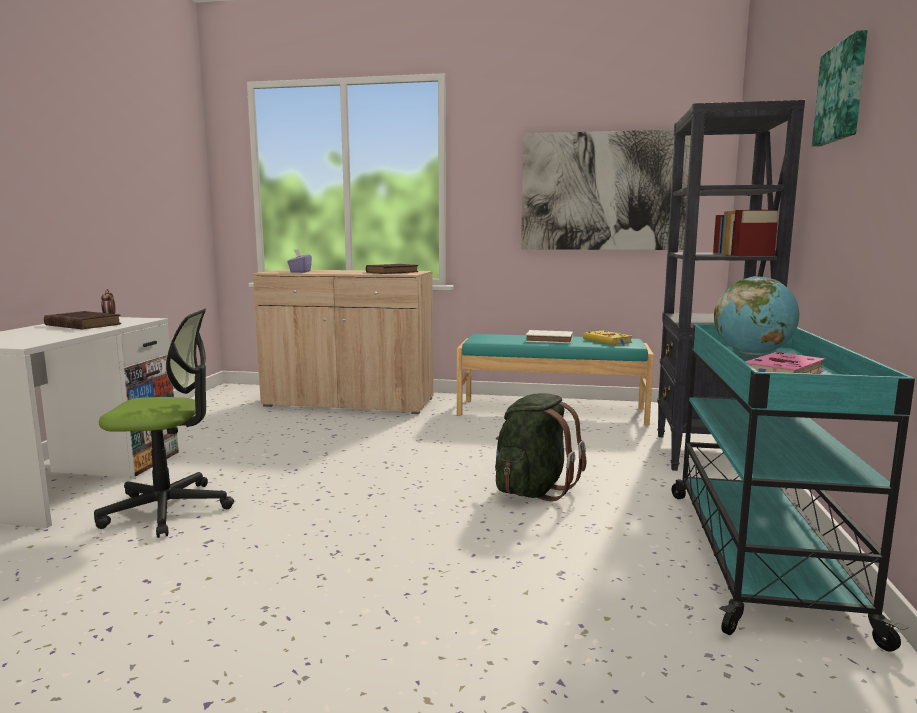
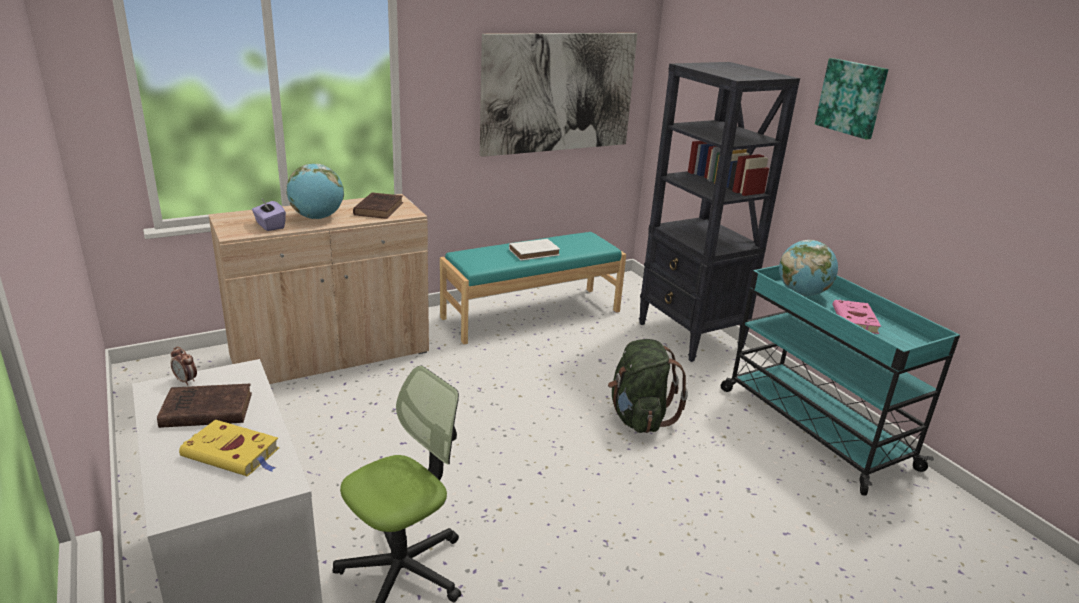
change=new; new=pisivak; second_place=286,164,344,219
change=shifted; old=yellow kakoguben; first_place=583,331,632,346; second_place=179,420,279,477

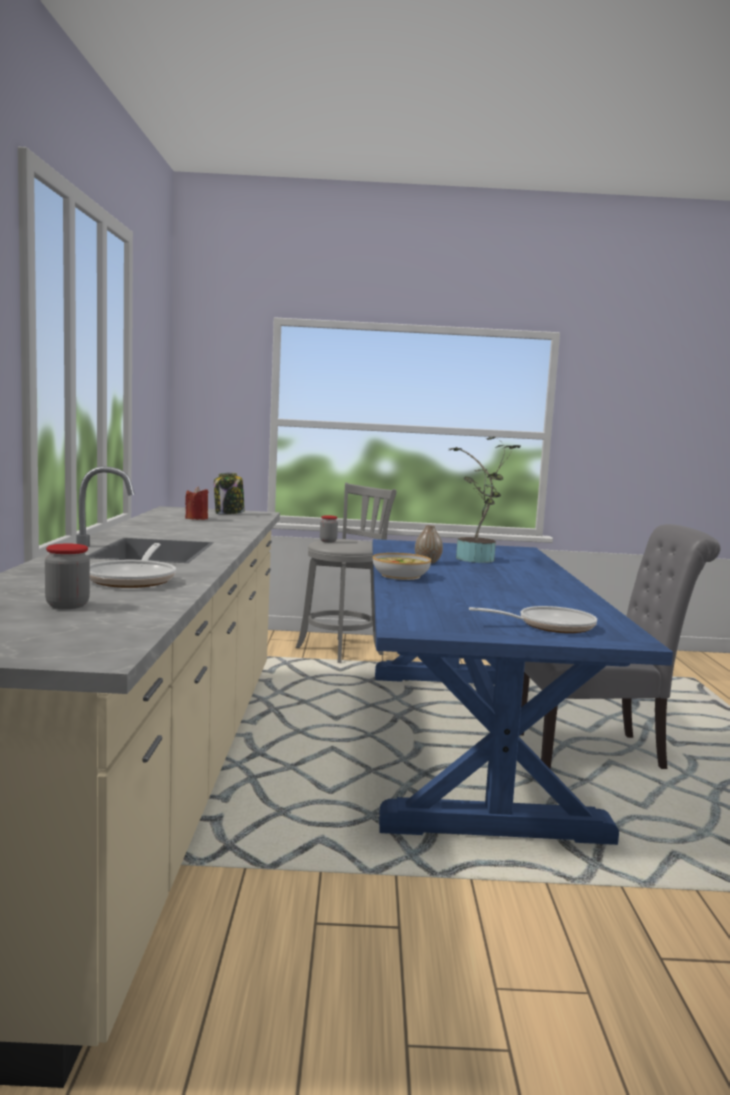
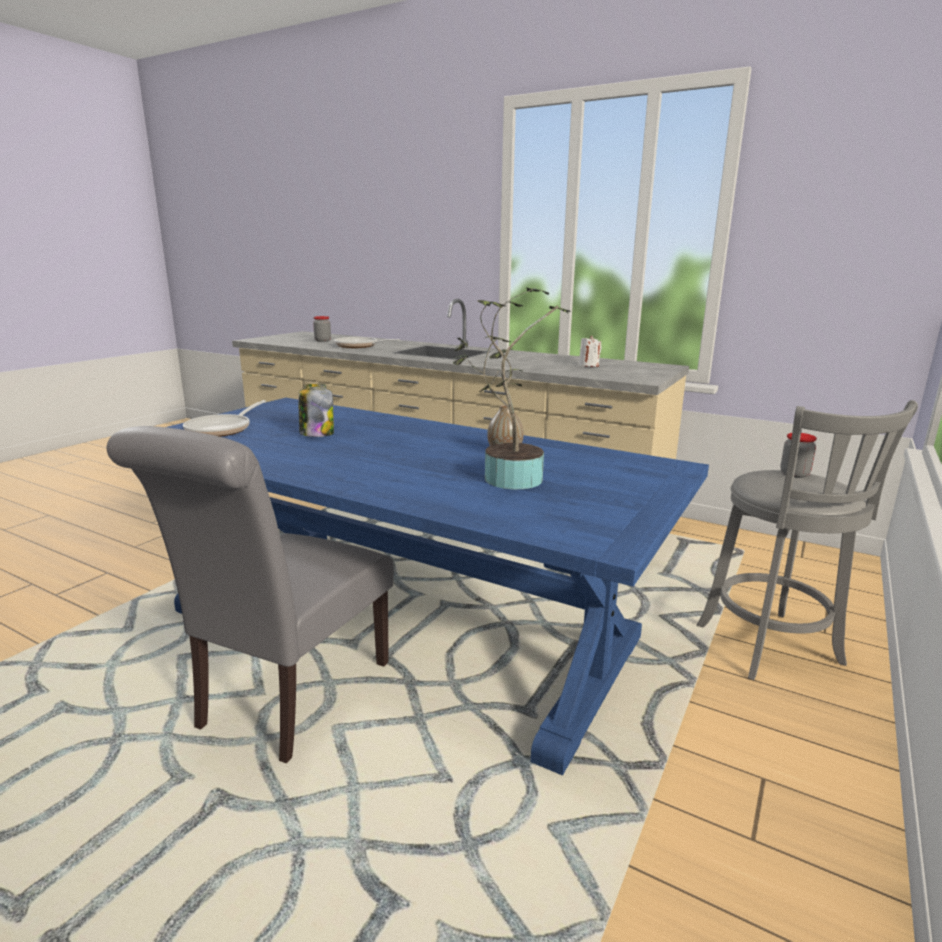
change=gone; old=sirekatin; first_place=373,553,431,580
change=shifted; old=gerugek; first_place=214,473,245,514; second_place=298,384,334,437
change=repainted; old=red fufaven; new=white fufaven; first_place=185,486,208,520; second_place=579,336,602,367

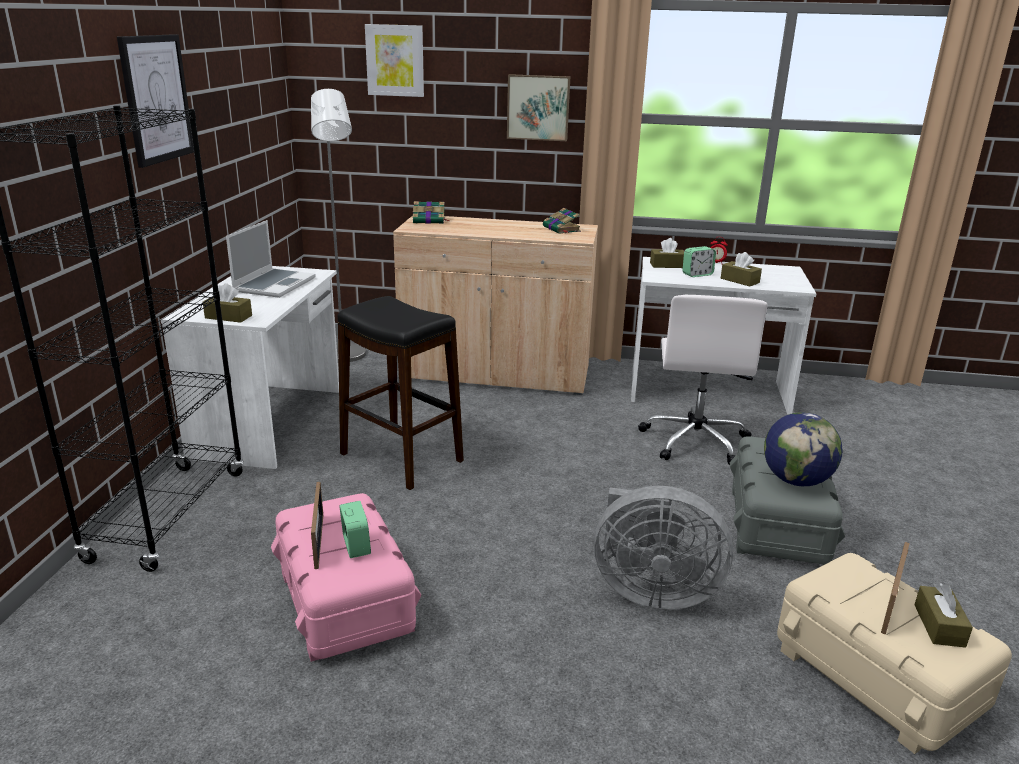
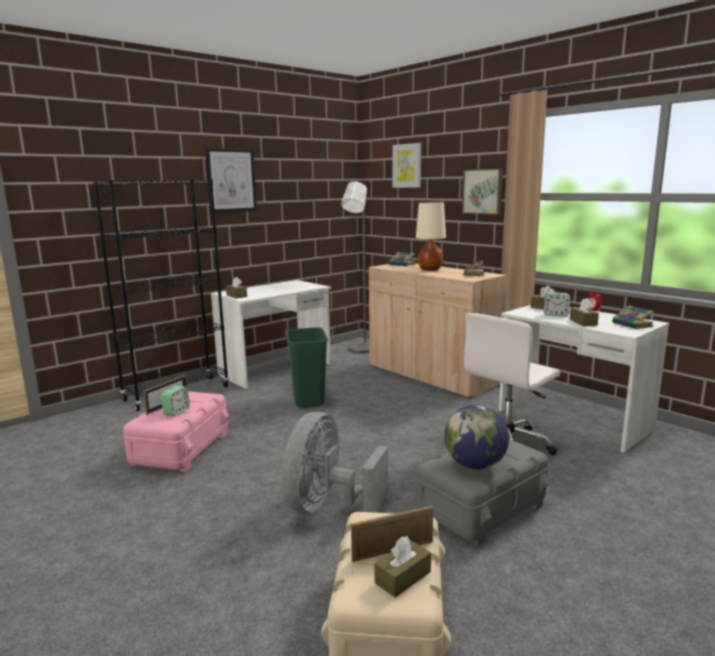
change=gone; old=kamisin; first_place=226,220,316,298
change=new; new=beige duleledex; second_place=416,202,446,271
change=new; new=kakoguben; second_place=612,305,654,329
change=swapped; old=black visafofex; new=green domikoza; first_place=338,296,464,490; second_place=285,327,328,408
change=rotated; old=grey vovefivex; first_place=594,486,734,610; second_place=282,412,388,514; degrees=60

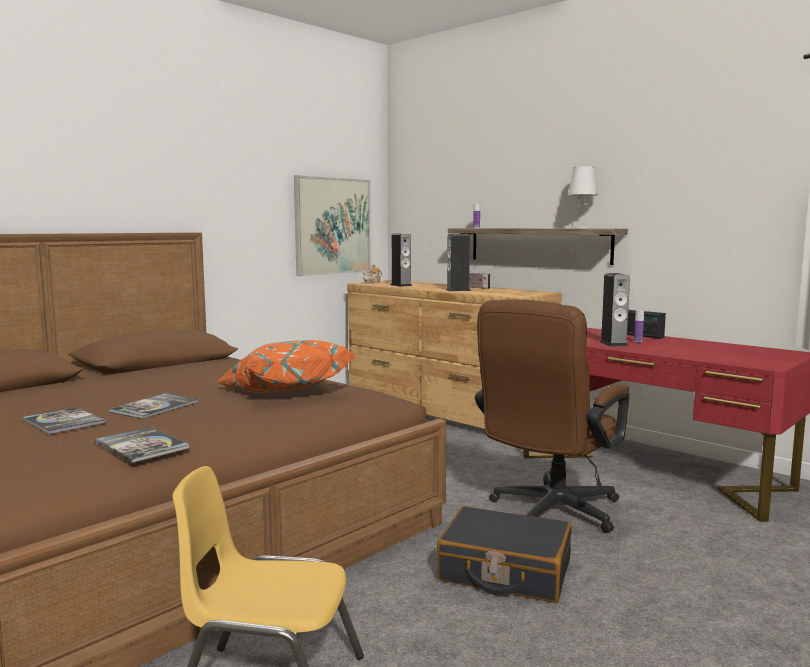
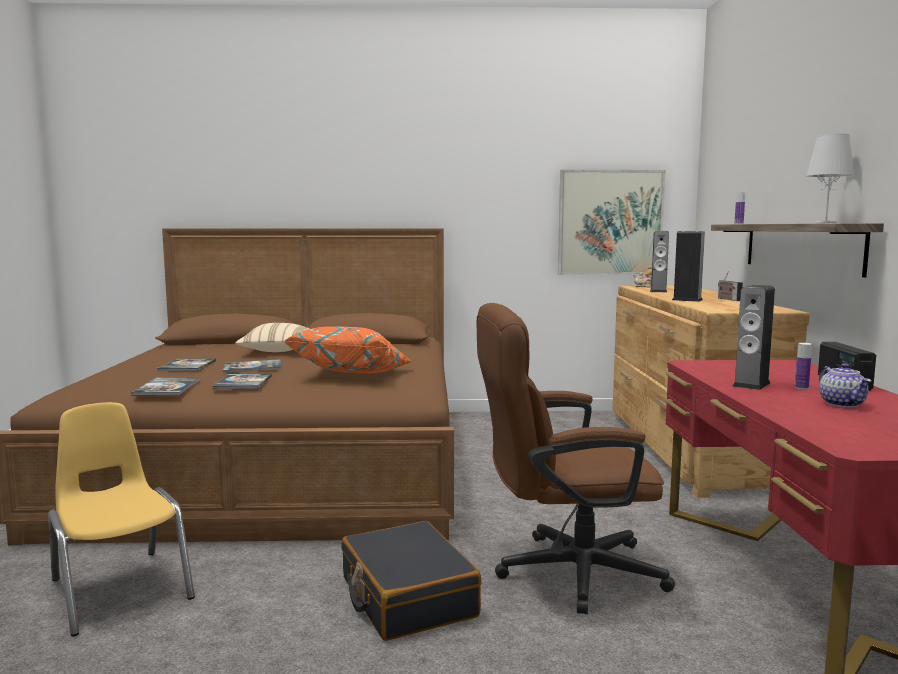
change=new; new=kakoguben; second_place=213,374,272,389
change=new; new=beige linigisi; second_place=235,323,309,352
change=new; new=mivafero; second_place=819,363,872,408

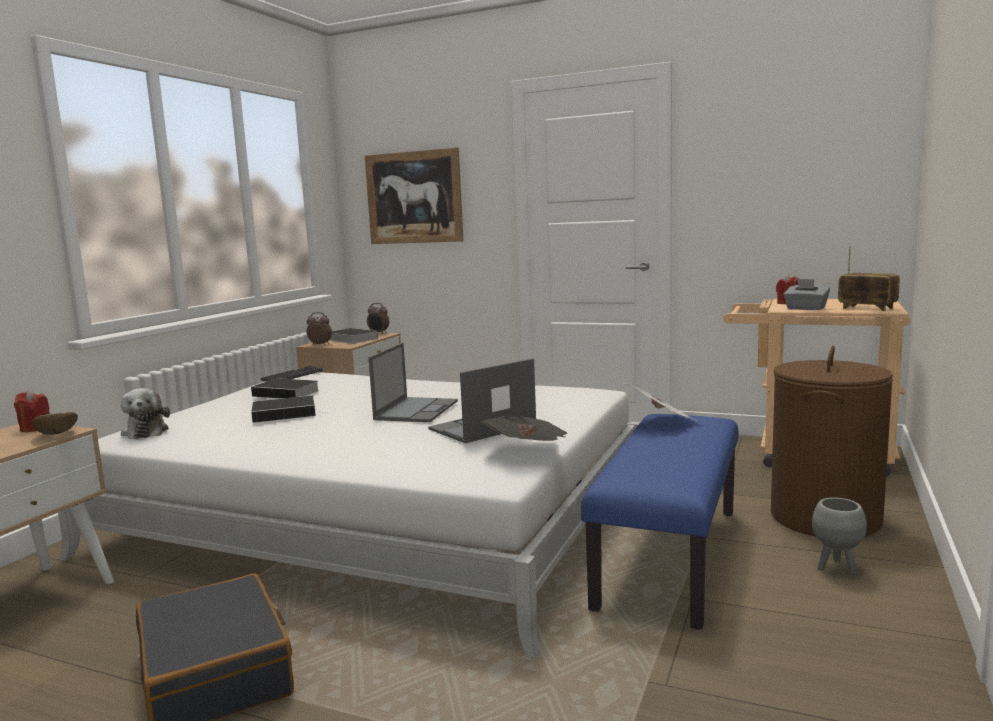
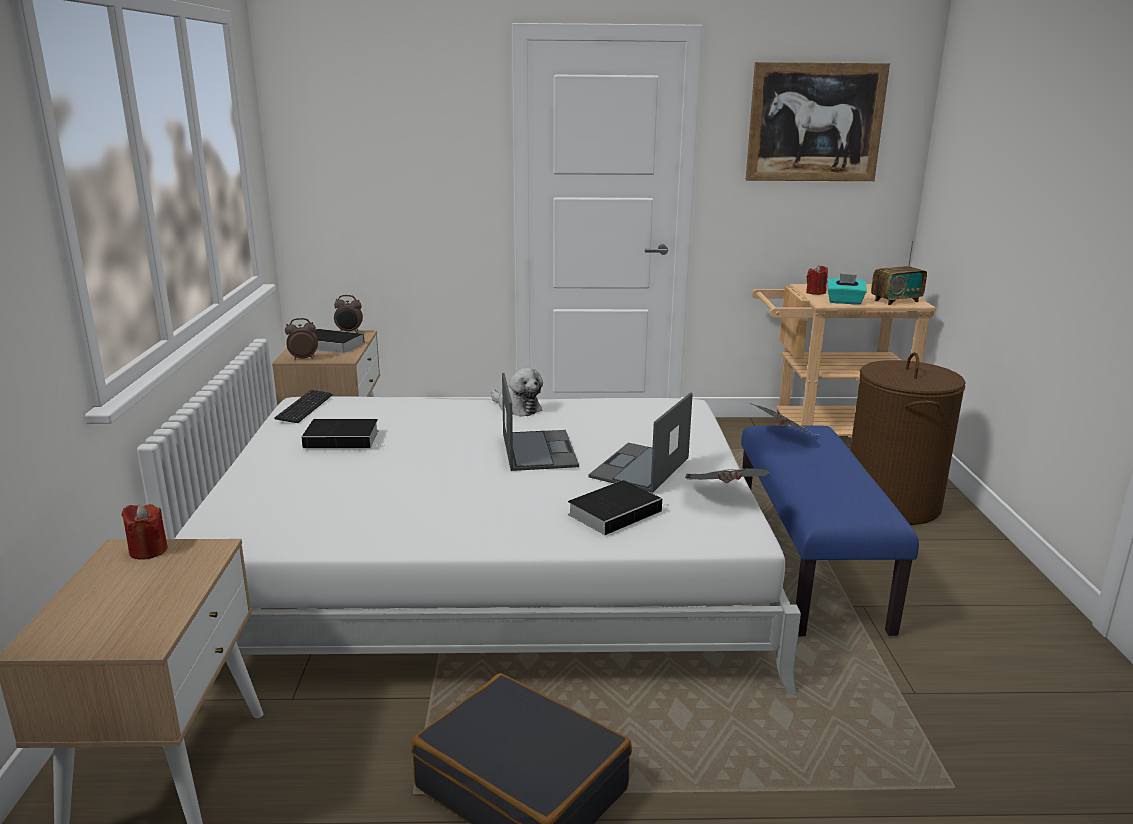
change=gone; old=brown sirekatin; first_place=32,412,78,435
change=gone; old=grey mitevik; first_place=812,497,867,575
change=shifted; old=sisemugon; first_place=121,388,170,439; second_place=491,368,543,416
change=shifted; old=kakoguben; first_place=251,396,327,423; second_place=568,480,669,535
change=shifted; old=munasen; first_place=365,148,463,244; second_place=746,62,890,181
change=repainted; old=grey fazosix; new=turquoise fazosix; first_place=783,279,830,310; second_place=827,273,867,305
change=rotated; old=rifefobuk; first_place=838,246,900,311; second_place=871,241,927,305; degrees=135

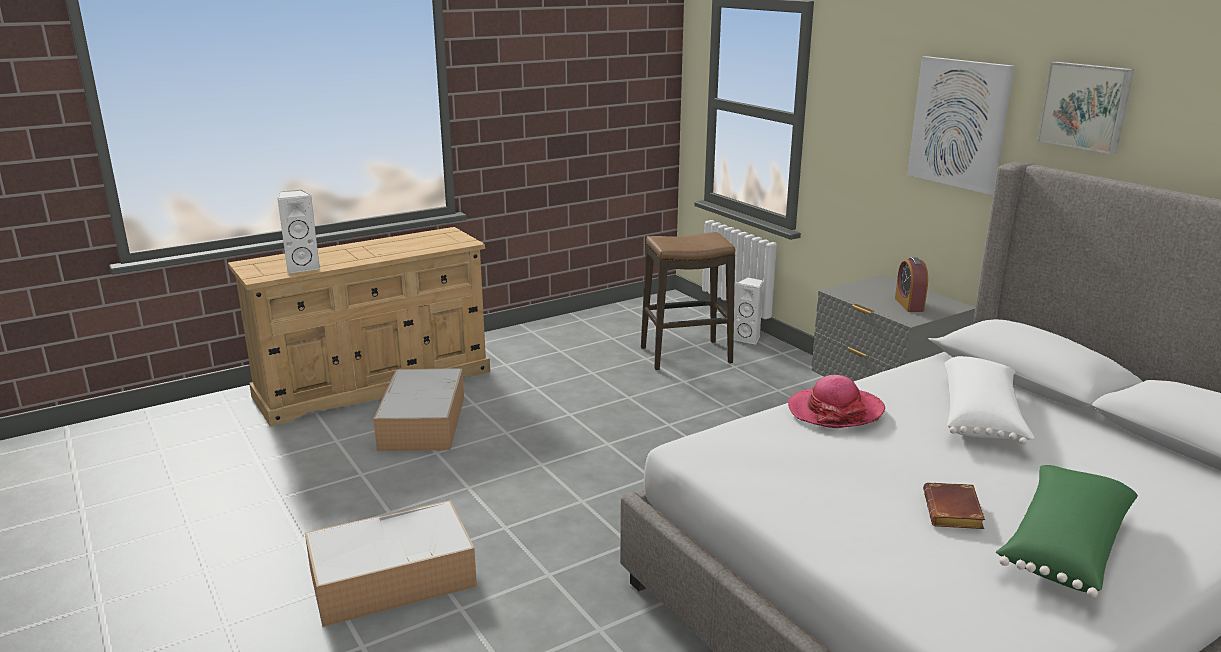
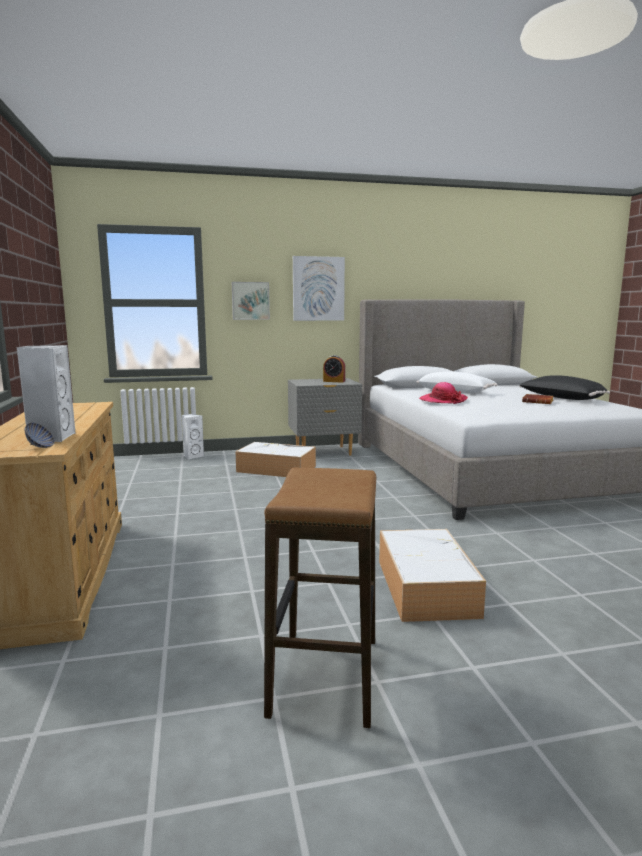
change=new; new=sirekatin; second_place=24,422,55,448
change=shifted; old=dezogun; first_place=373,368,464,451; second_place=235,442,316,477
change=shifted; old=visafofex; first_place=641,232,735,370; second_place=264,468,376,728
change=shifted; old=munasen; first_place=1037,62,1134,154; second_place=232,282,270,320
change=repainted; old=green linigisi; new=black linigisi; first_place=996,465,1138,598; second_place=519,375,610,400

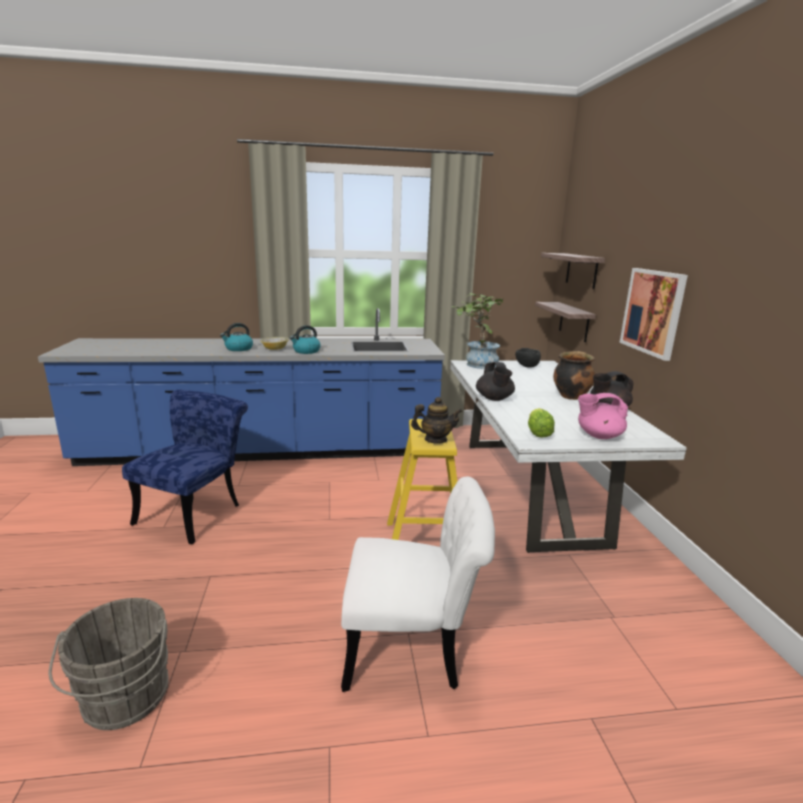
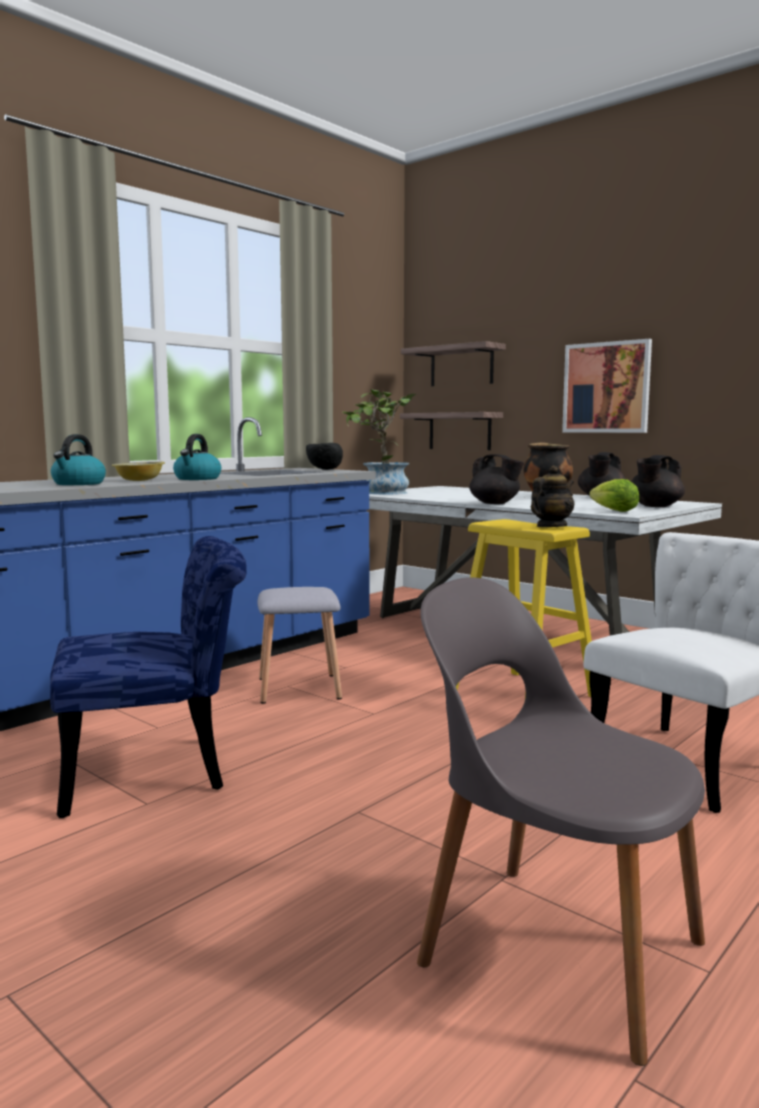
change=new; new=grey visafofex; second_place=257,587,342,704
change=shifted; old=black sirekatin; first_place=515,348,541,368; second_place=306,443,343,470
change=swapped; old=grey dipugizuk; new=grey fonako; first_place=48,598,168,730; second_place=417,577,705,1066
change=repainted; old=pink mivafero; new=black mivafero; first_place=578,393,628,439; second_place=631,455,685,507
change=rotated; old=blue fonako; first_place=122,390,248,544; second_place=50,536,247,818; degrees=90

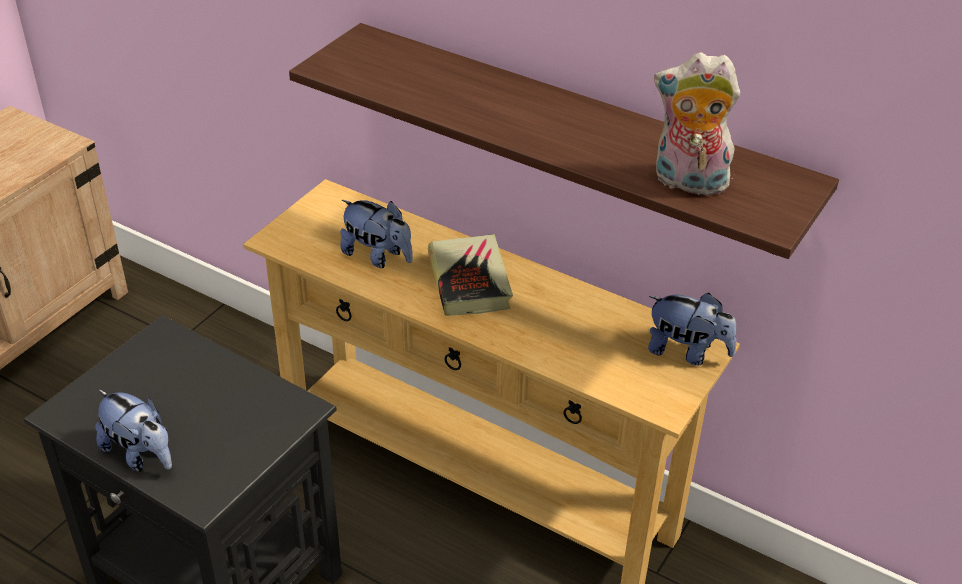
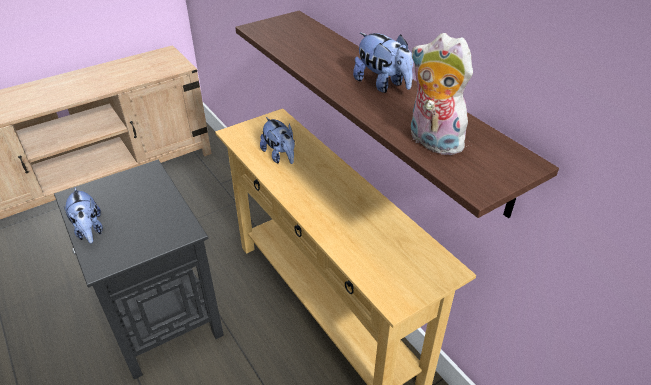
change=gone; old=kakoguben; first_place=428,234,513,316
change=shifted; old=sisemugon; first_place=648,293,737,365; second_place=353,33,413,93

